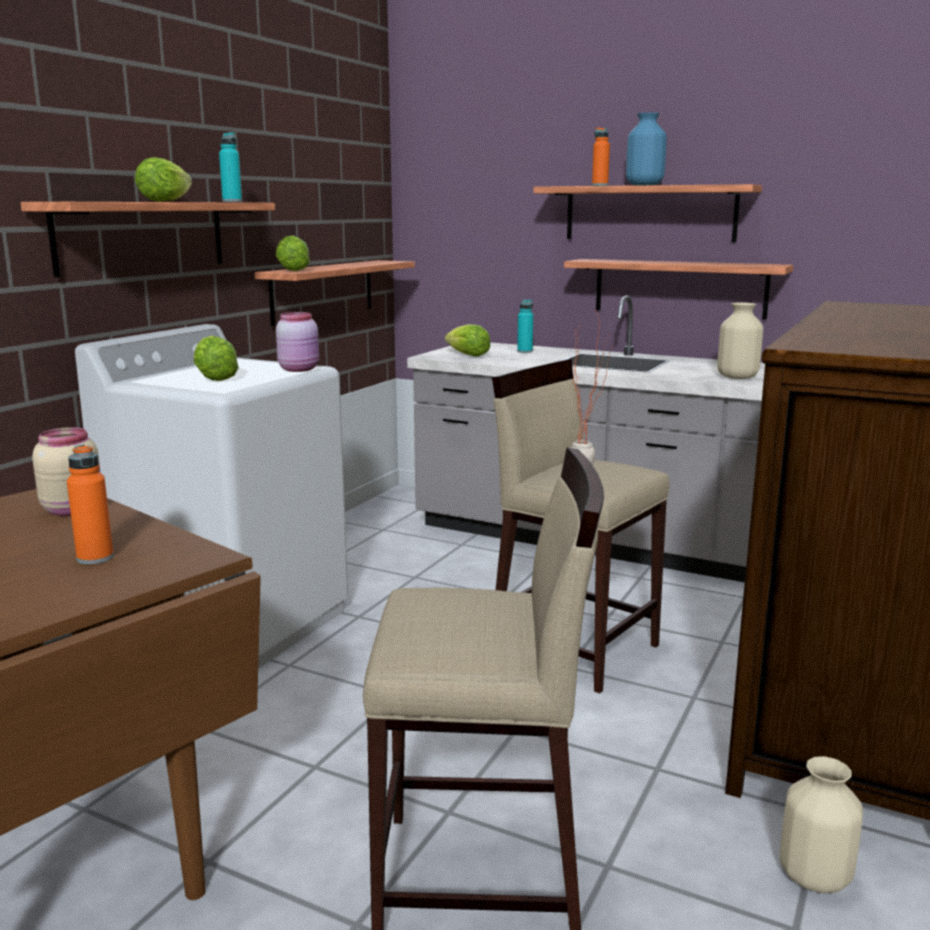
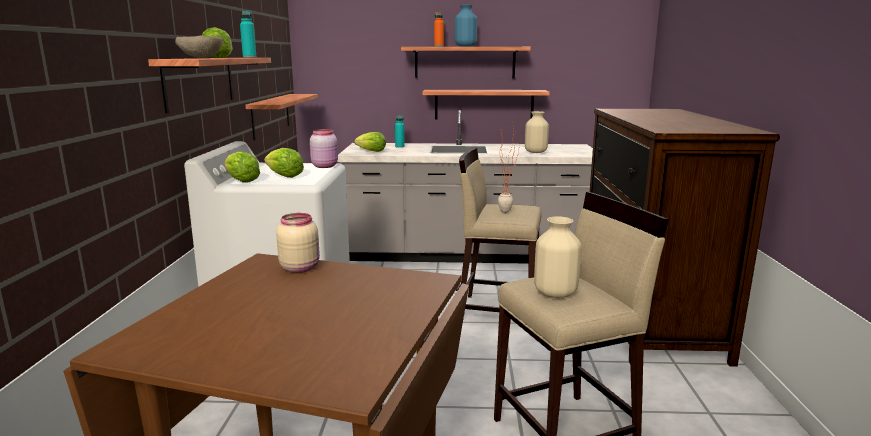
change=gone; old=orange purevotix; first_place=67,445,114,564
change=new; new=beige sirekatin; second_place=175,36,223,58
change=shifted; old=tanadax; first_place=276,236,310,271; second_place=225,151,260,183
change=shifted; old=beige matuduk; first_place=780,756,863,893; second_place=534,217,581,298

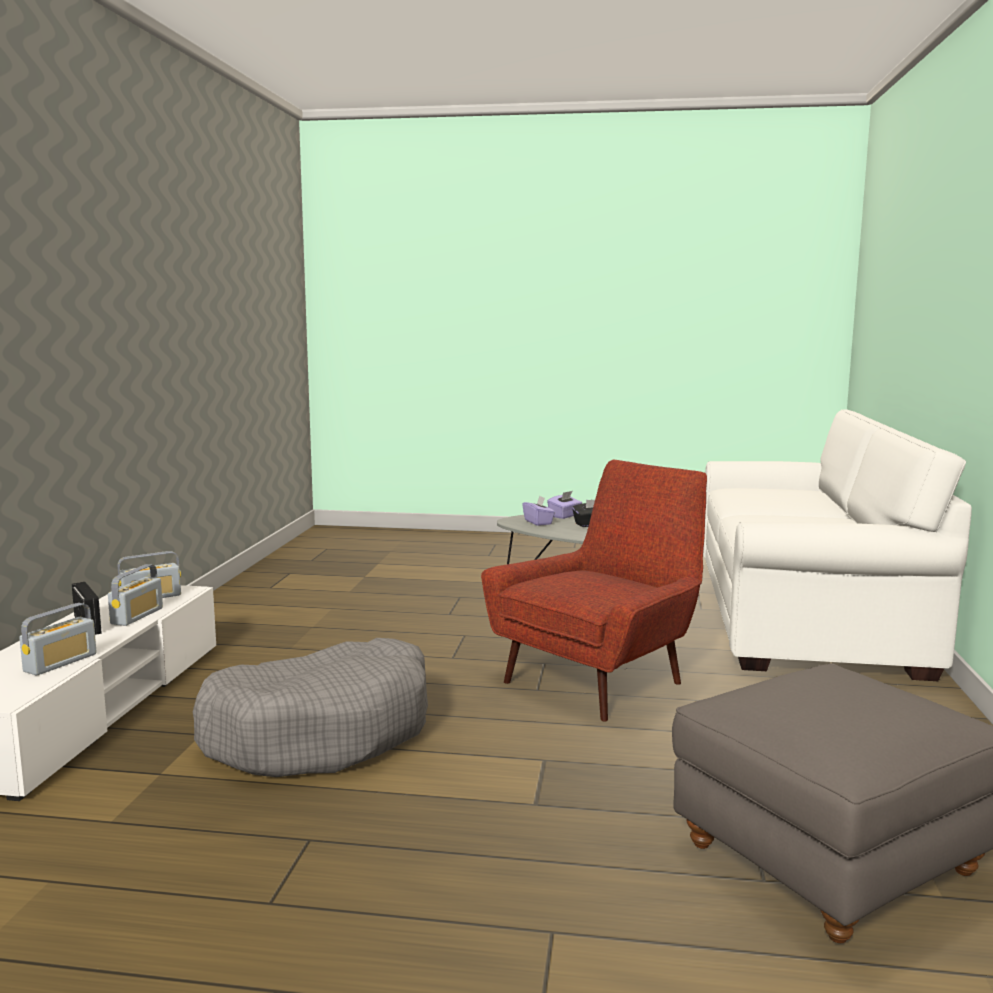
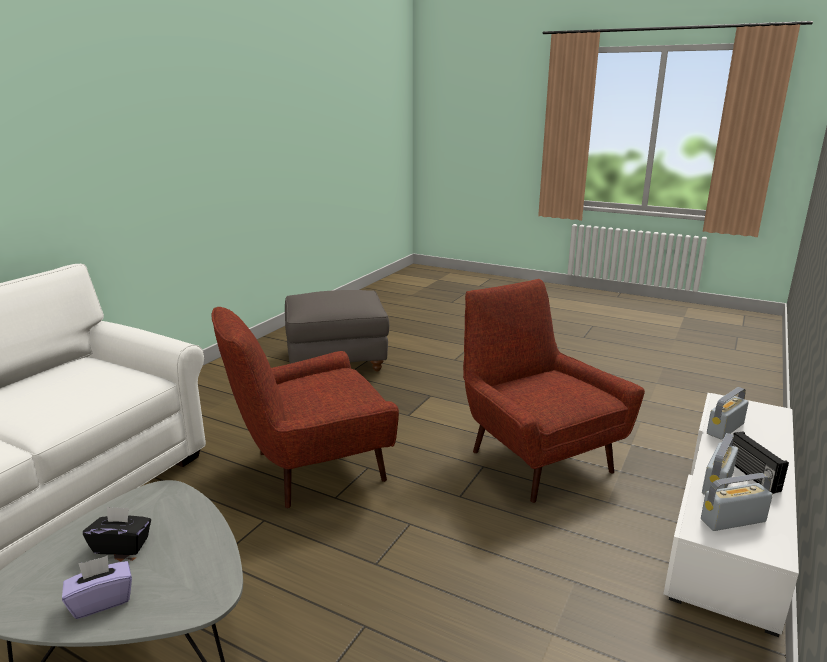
change=gone; old=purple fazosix; first_place=522,496,555,526
change=swapped; old=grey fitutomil; new=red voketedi; first_place=193,638,428,777; second_place=463,279,645,503

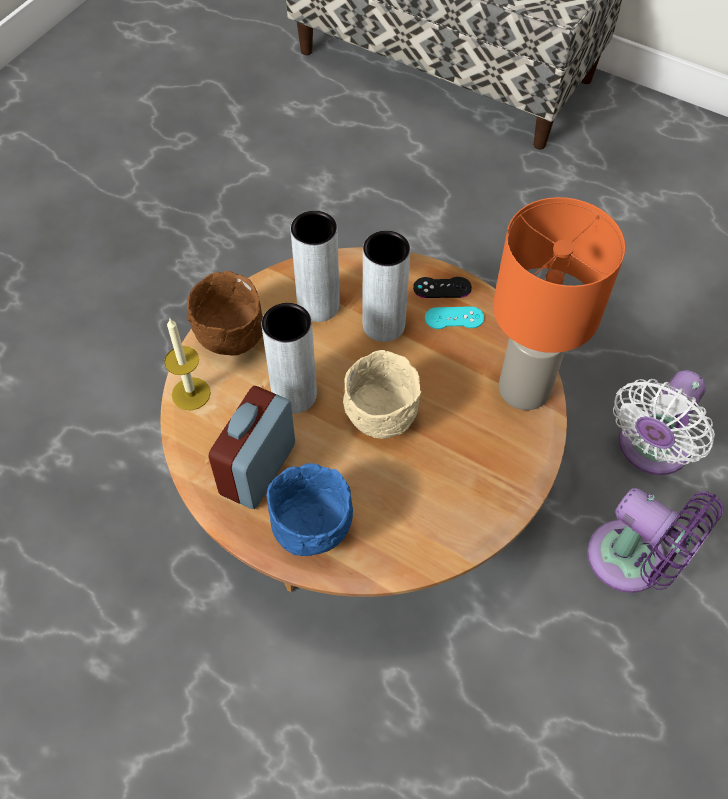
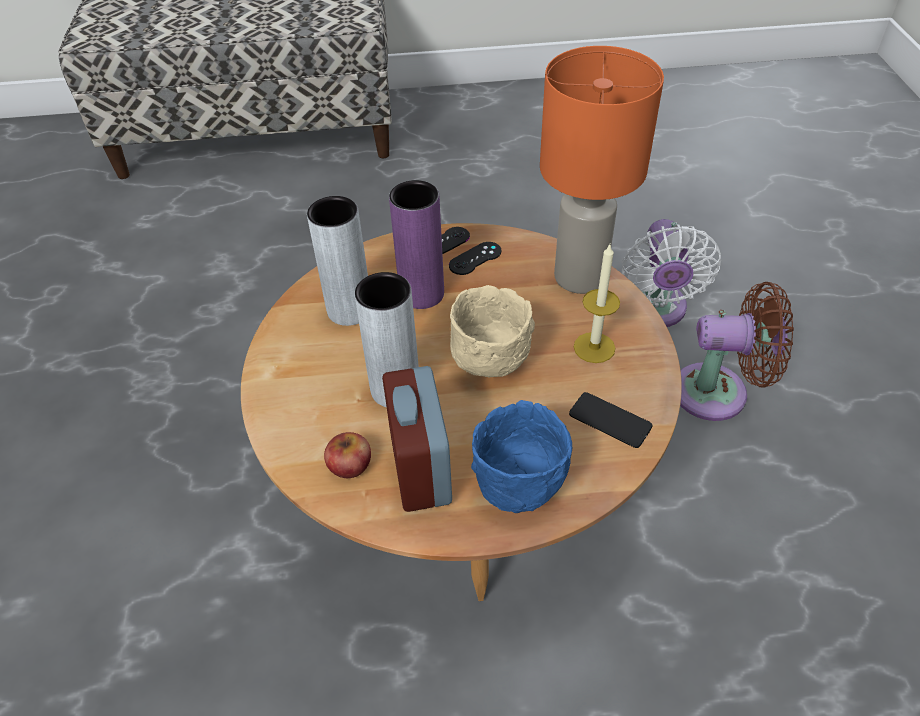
change=gone; old=brown sirekatin; first_place=187,271,263,356
change=new; new=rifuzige; second_place=324,432,371,478
change=new; new=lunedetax; second_place=569,392,652,448
change=shifted; old=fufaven; first_place=164,319,211,410; second_place=574,245,620,363
change=repainted; old=grey matuduk; new=purple matuduk; first_place=362,231,411,342; second_place=389,180,444,309
change=repainted; old=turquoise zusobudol; new=black zusobudol; first_place=425,307,484,329; second_place=449,242,501,275
change=repainted; old=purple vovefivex; new=brown vovefivex; first_place=587,488,723,593; second_place=680,282,794,421

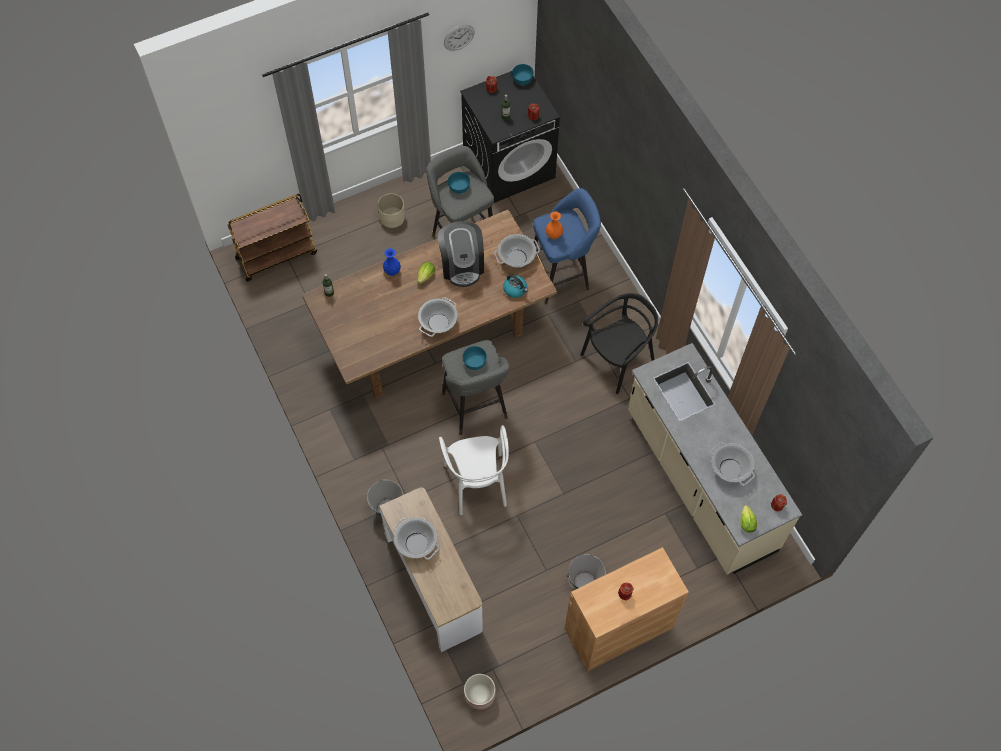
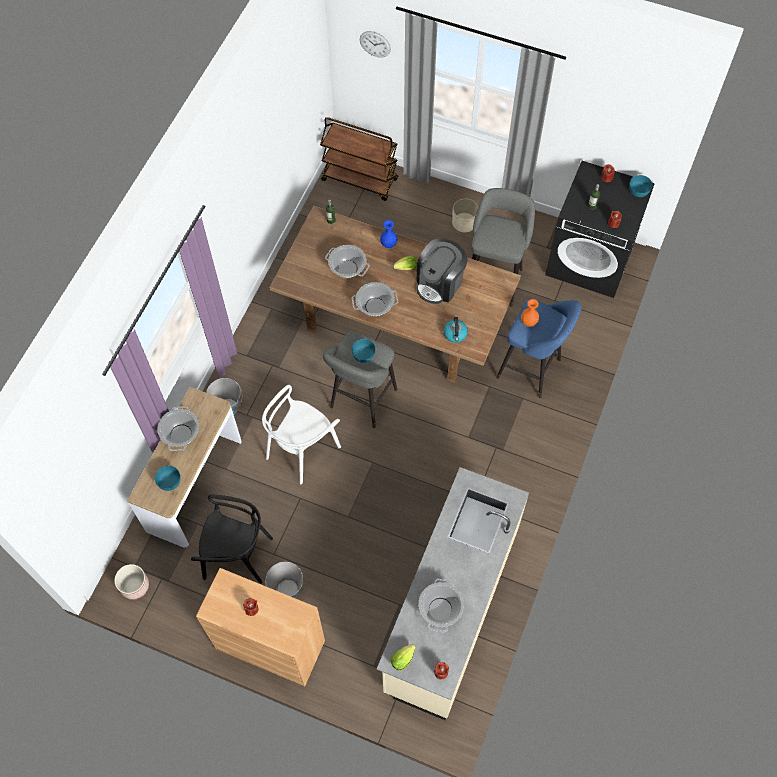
change=shifted; old=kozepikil; first_place=444,24,475,51; second_place=360,31,391,58
change=shifted; old=turquoise sirekatin; first_place=448,172,470,194; second_place=155,466,180,491
change=shifted; old=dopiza; first_place=494,234,540,268; second_place=325,245,370,278
change=shifted; old=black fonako; first_place=580,293,658,394; second_place=191,495,273,584

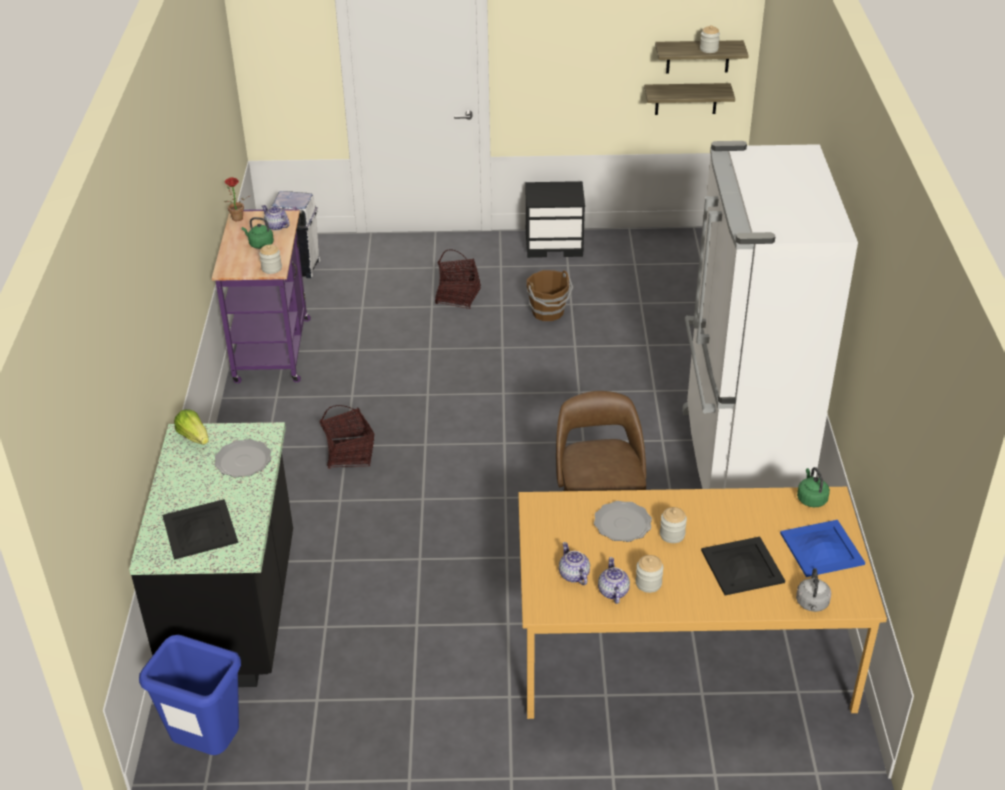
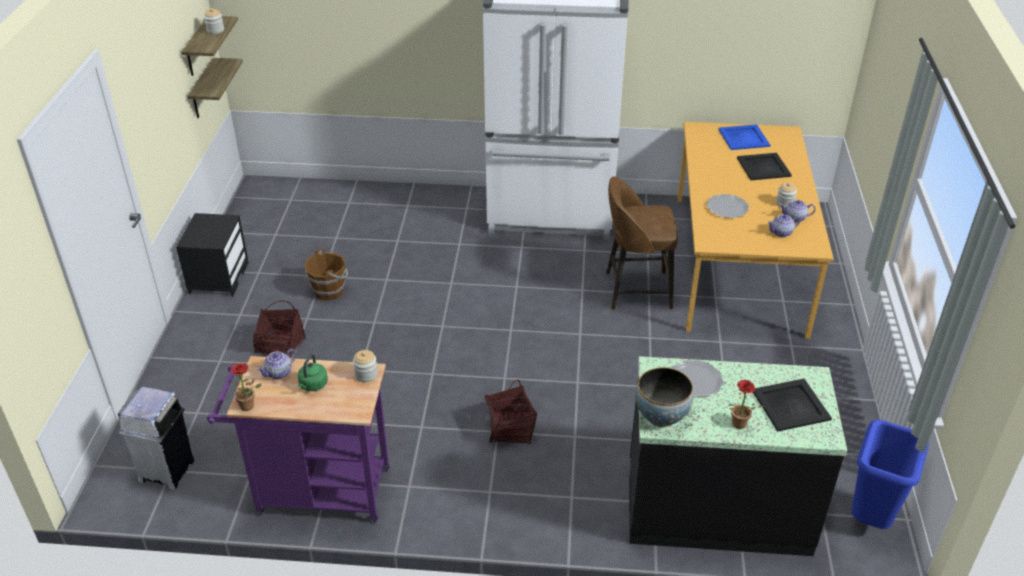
change=gone; old=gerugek; first_place=660,507,687,543
change=gone; old=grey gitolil; first_place=796,568,831,612
change=gone; old=green gitolil; first_place=797,467,830,507
change=new; new=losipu; second_place=728,380,764,429
change=swapped; old=tanadax; new=sirekatin; first_place=174,409,209,445; second_place=636,367,693,427

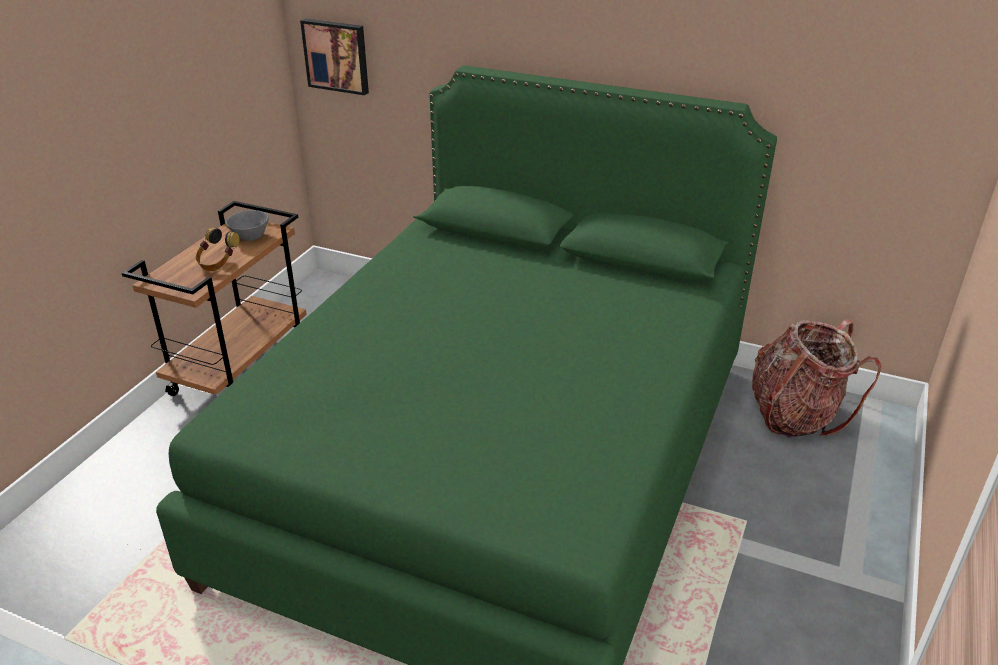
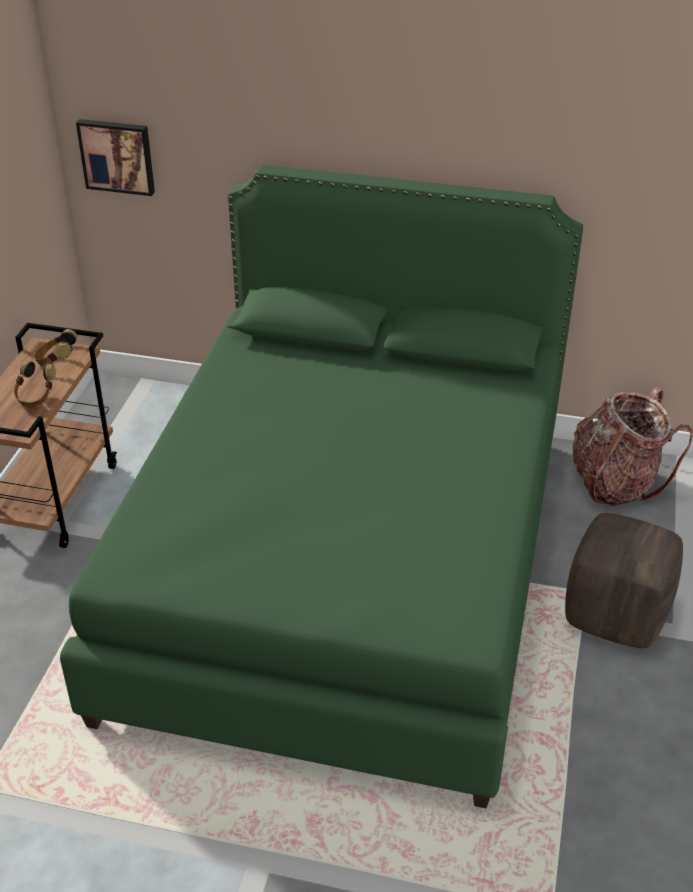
change=new; new=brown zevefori; second_place=565,513,683,648
change=swapped; old=grey sirekatin; new=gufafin; first_place=226,210,269,241; second_place=34,329,77,366

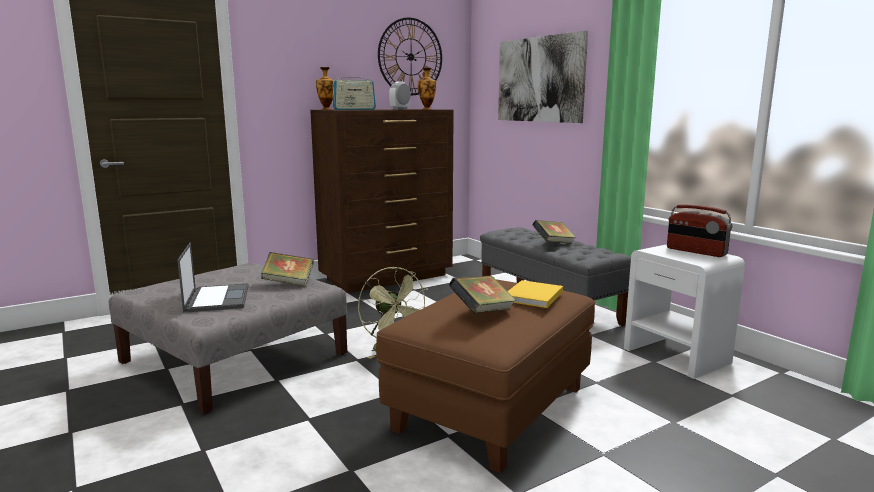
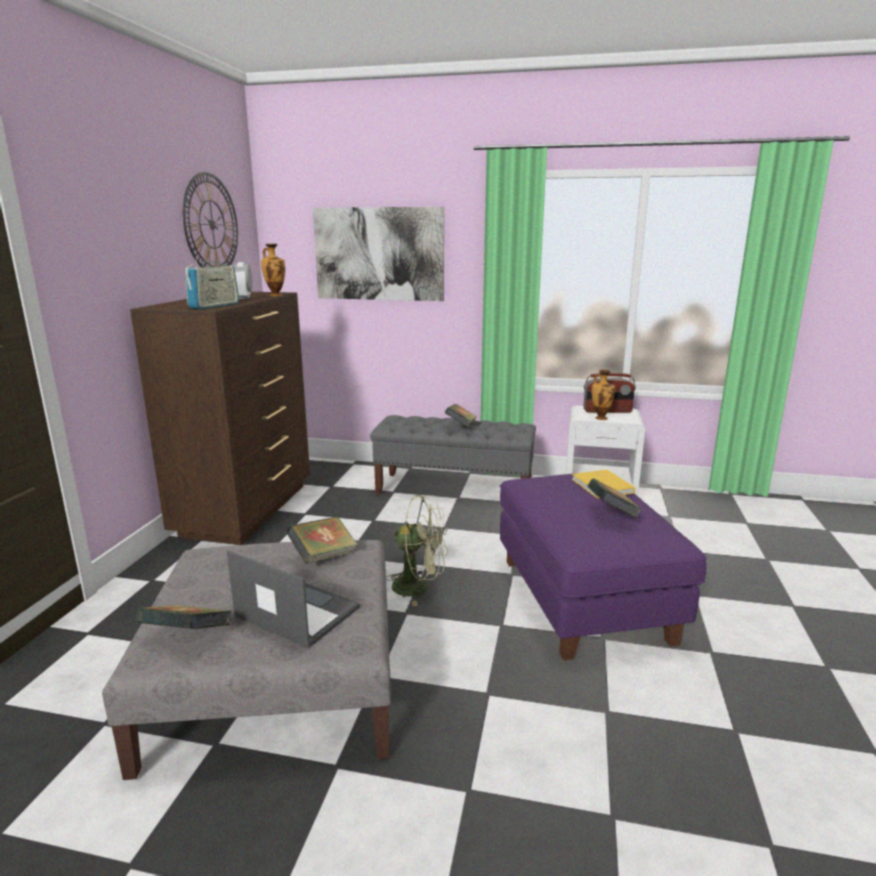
change=new; new=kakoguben; second_place=137,604,232,629
change=shifted; old=matuduk; first_place=316,67,334,110; second_place=592,370,615,420
change=repainted; old=brown zevefori; new=purple zevefori; first_place=376,279,596,473; second_place=500,473,707,661

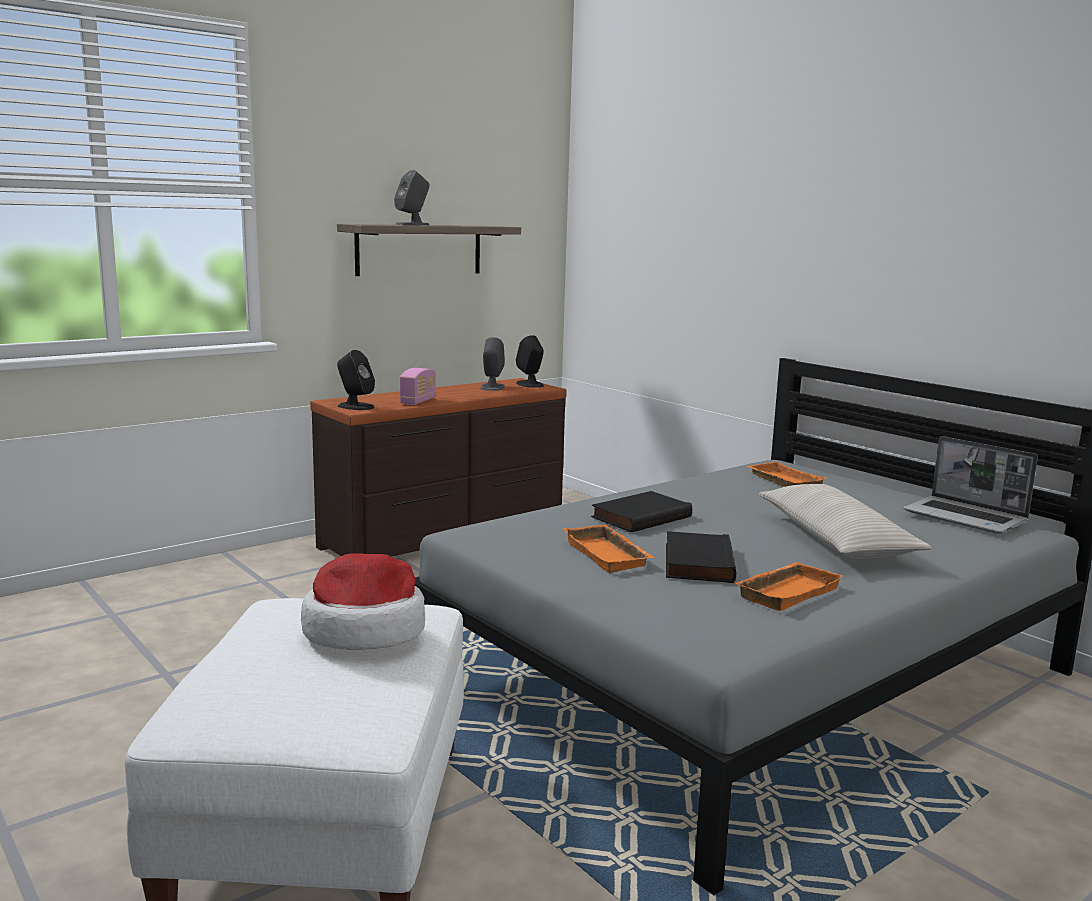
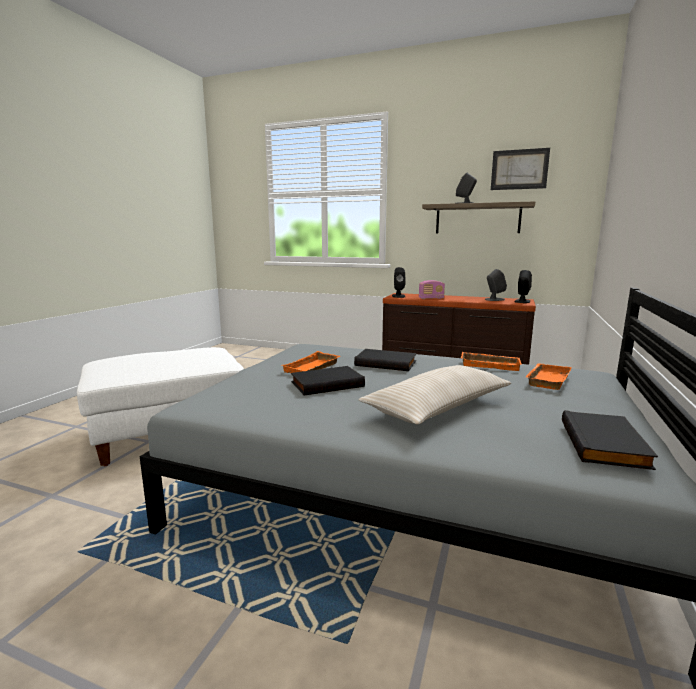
change=gone; old=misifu; first_place=301,553,425,650
change=new; new=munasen; second_place=491,148,550,190
change=shifted; old=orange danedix; first_place=735,562,843,611; second_place=460,352,522,371
change=swapped; old=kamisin; new=black kakoguben; first_place=903,436,1038,534; second_place=562,410,658,470

